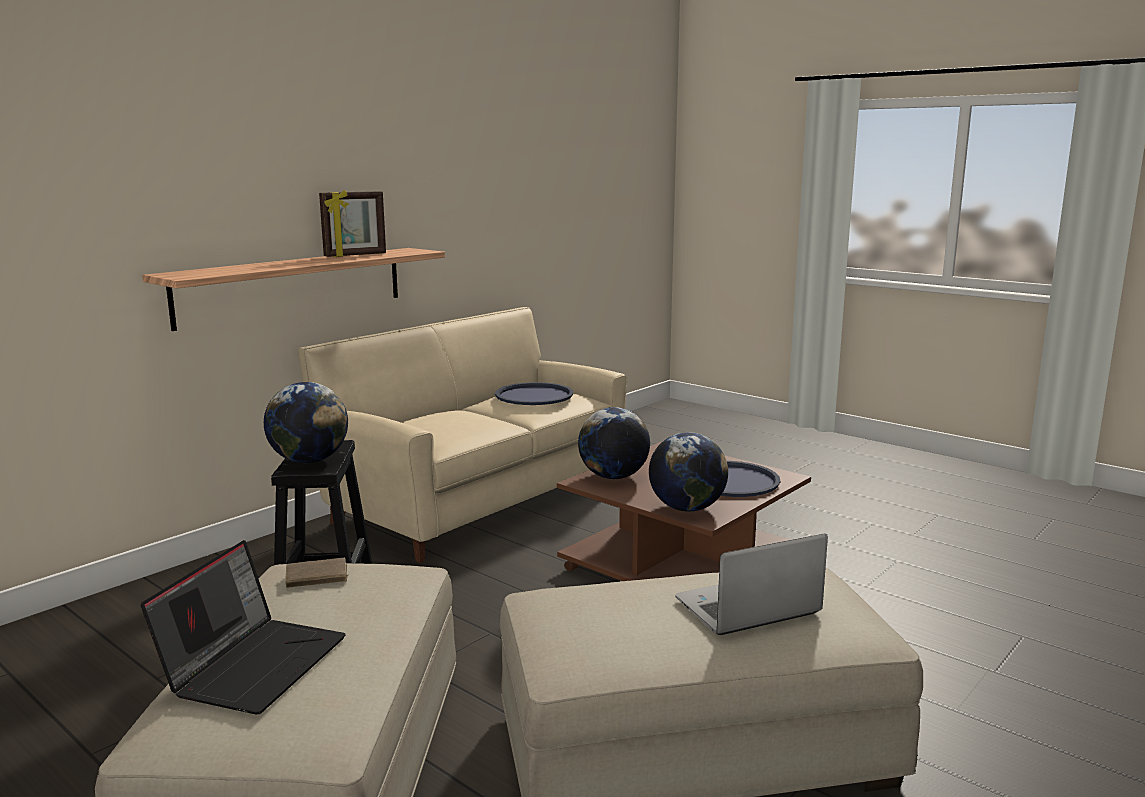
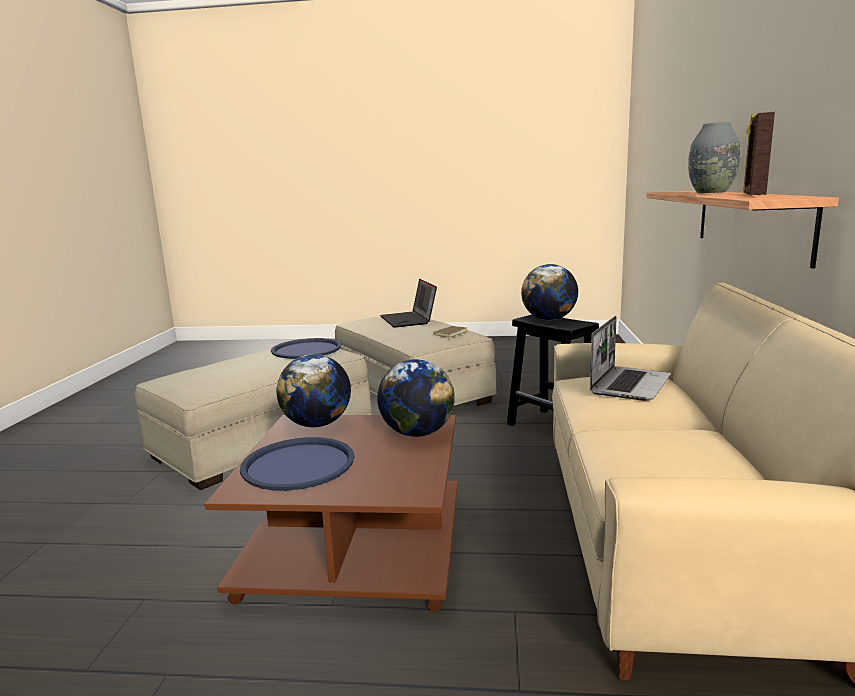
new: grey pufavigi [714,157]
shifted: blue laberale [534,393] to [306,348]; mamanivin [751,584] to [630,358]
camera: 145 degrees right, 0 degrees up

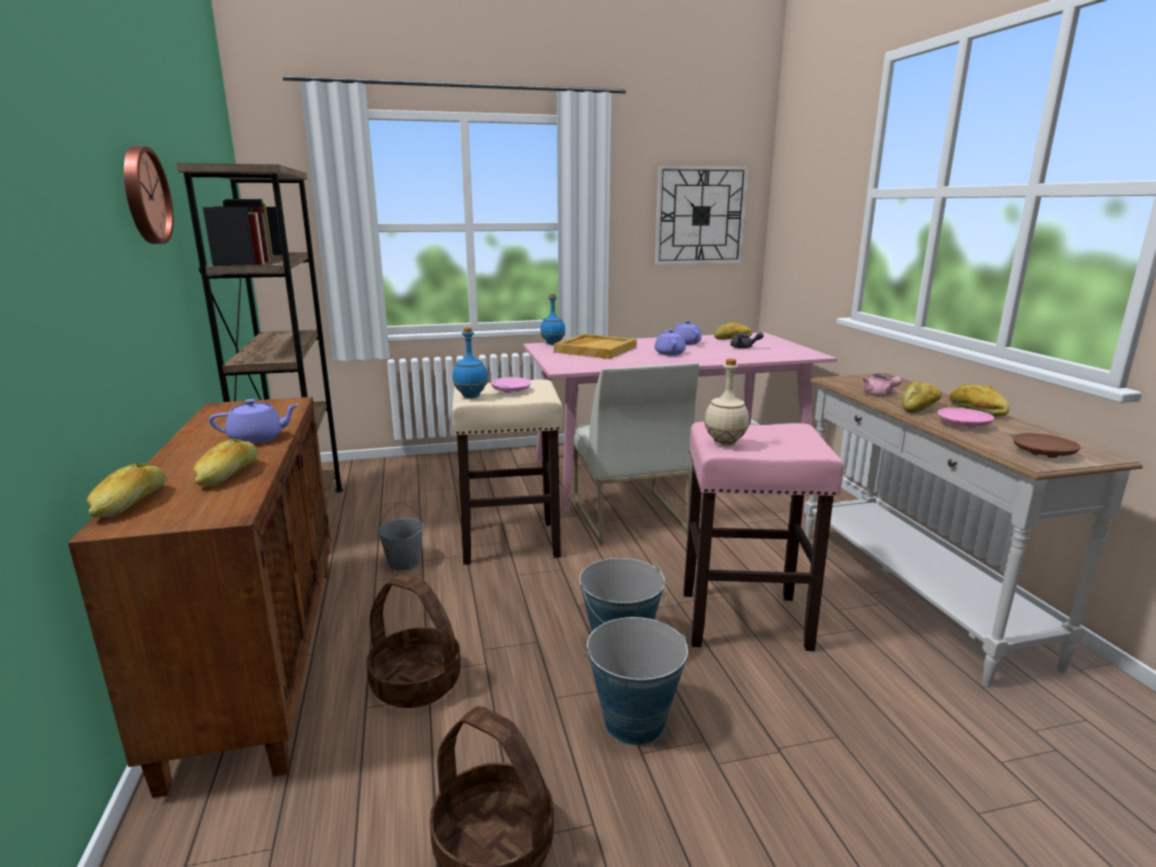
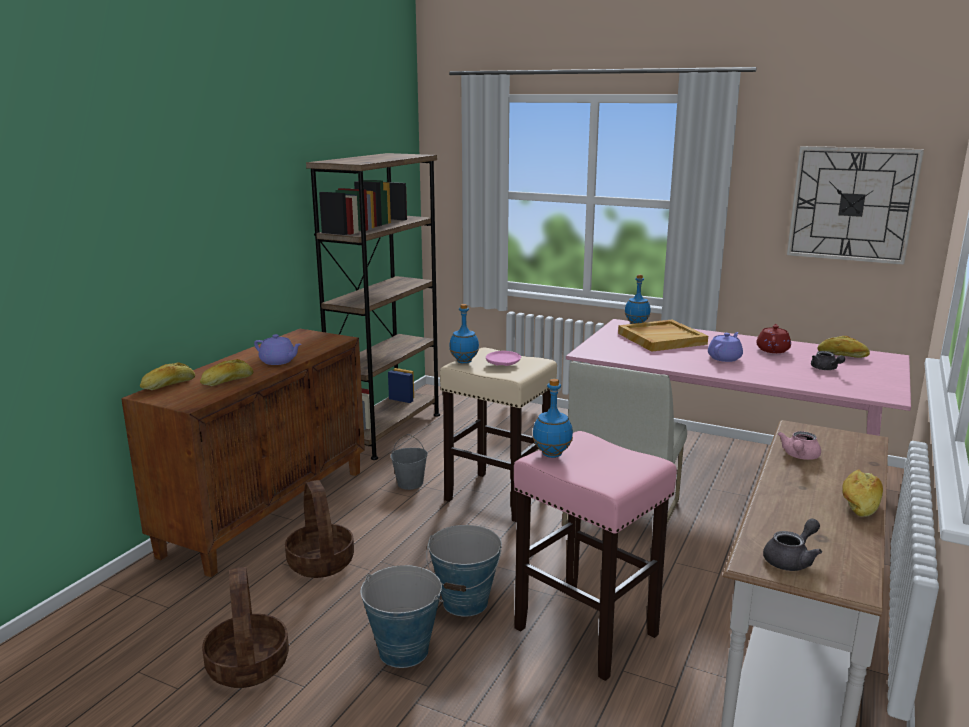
gone: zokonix [148,195]; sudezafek [922,397]; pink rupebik [966,418]
swapped: brown rupebik [1047,445] to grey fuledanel [792,545]
repainted: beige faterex [726,402] to blue faterex [552,418]; purple fuledanel [687,333] to red fuledanel [773,338]
camera: 40 degrees right, 0 degrees up

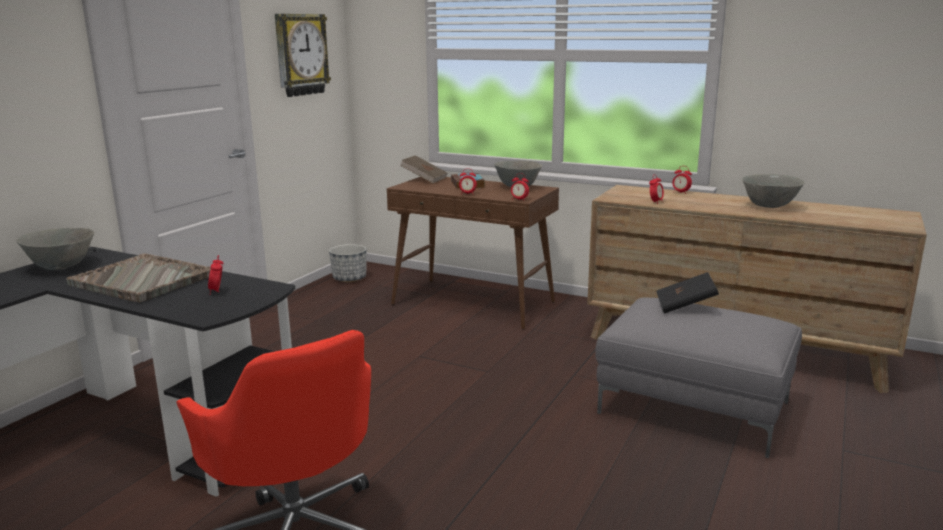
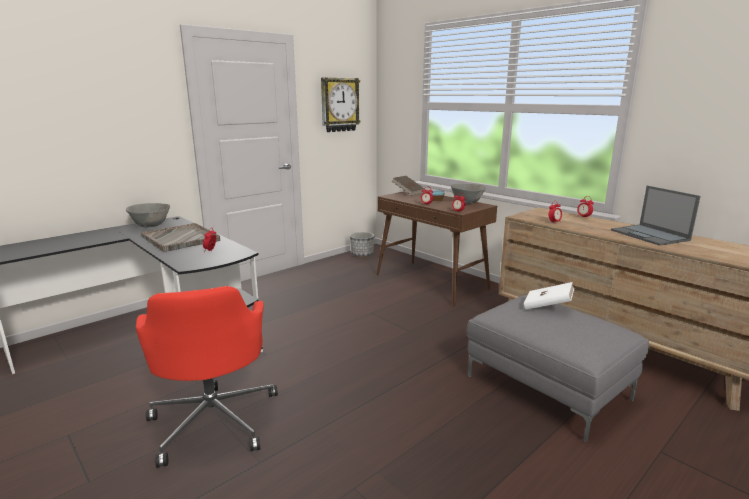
swapped: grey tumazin [773,191] to mamanivin [656,216]
repainted: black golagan [687,293] to white golagan [549,296]
camera: 20 degrees right, 0 degrees up

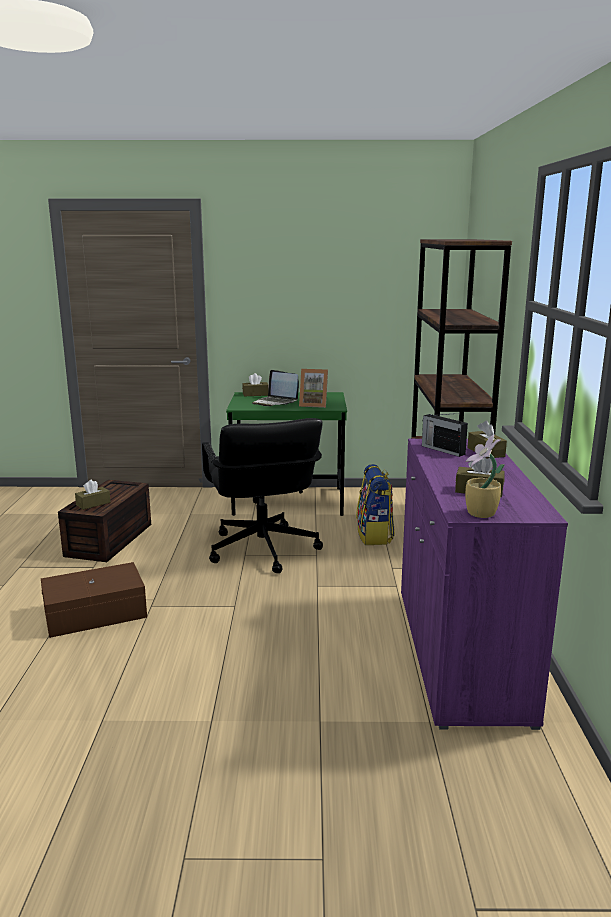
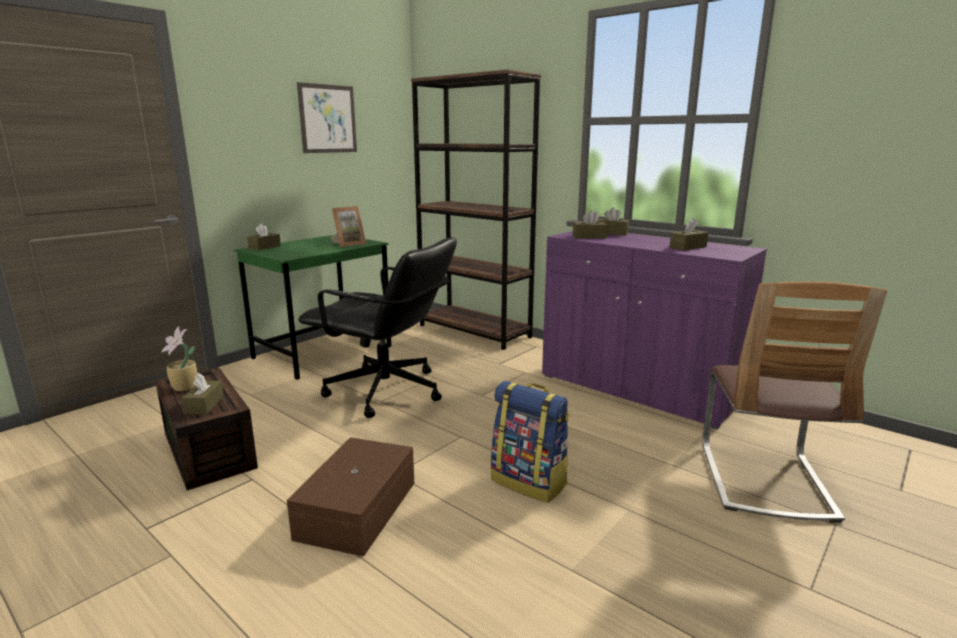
gone: mamanivin [275,388]
new: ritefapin [327,117]; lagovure [795,402]
shifted: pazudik [485,476] to [179,359]; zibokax [375,504] to [530,442]
swapped: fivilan [445,435] to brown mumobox [590,224]
camera: 50 degrees left, 0 degrees up

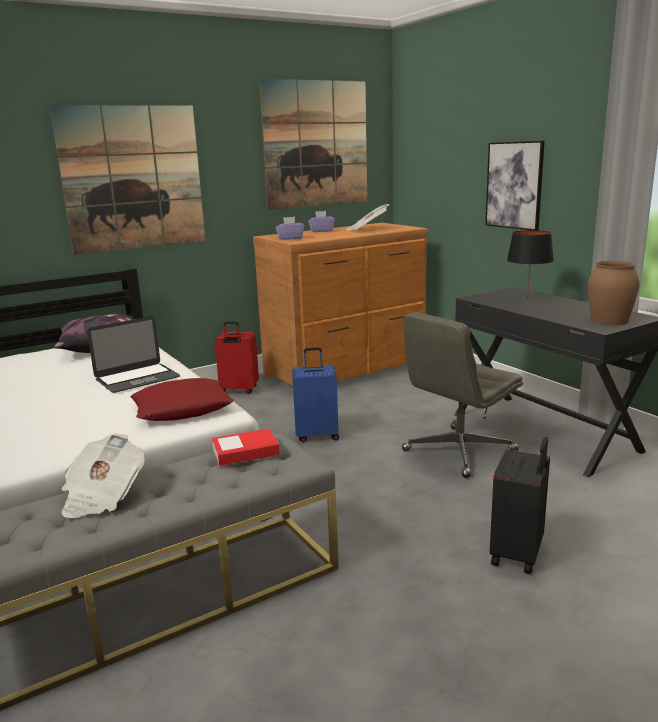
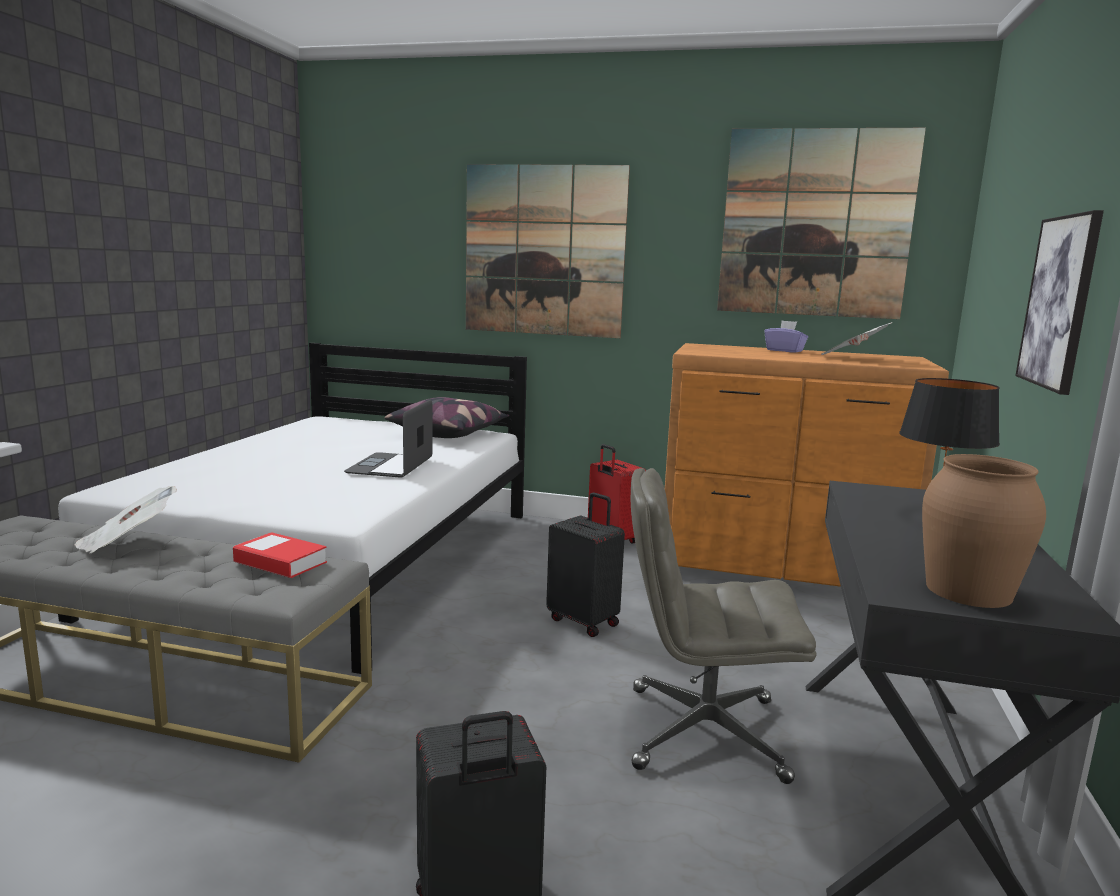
gone: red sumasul [182,399]; purple mumobox [290,228]
repainted: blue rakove [315,394] to black rakove [585,565]
rotated: mamanivin [133,354] = [388,438] 90 degrees clockwise
camera: 45 degrees right, 5 degrees down

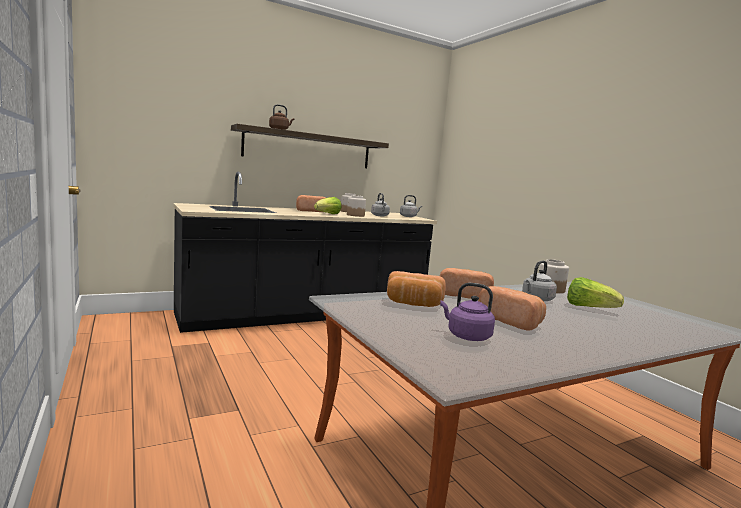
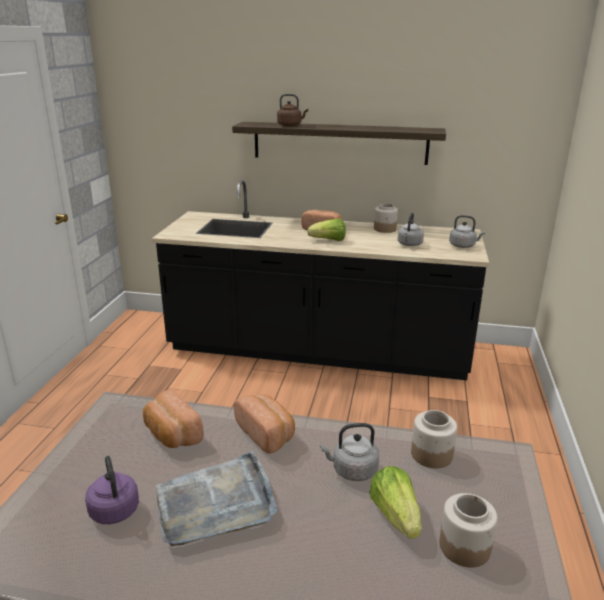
shifted: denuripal [356,206] to [468,530]
swapped: sudezafek [512,308] to grey laberale [216,498]
camera: 40 degrees right, 15 degrees up

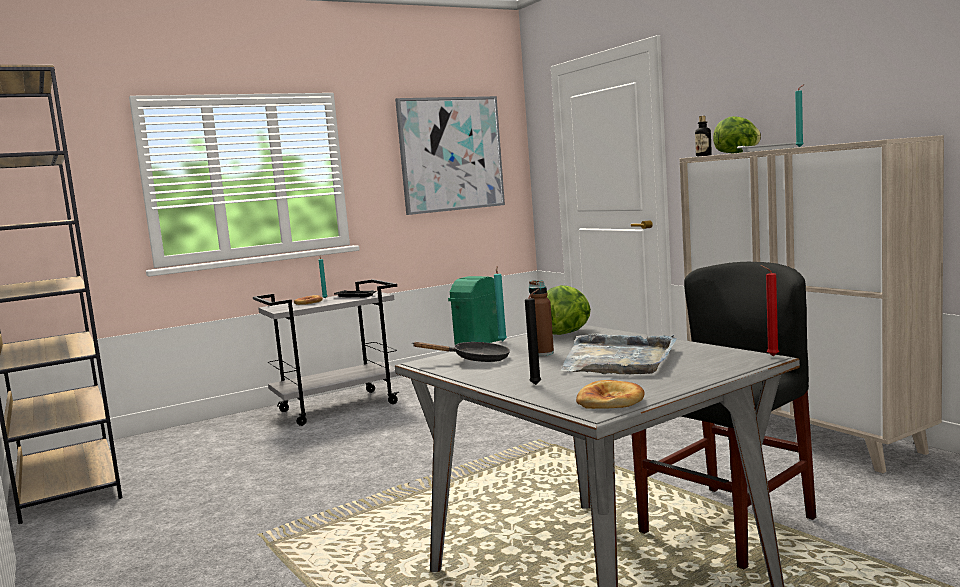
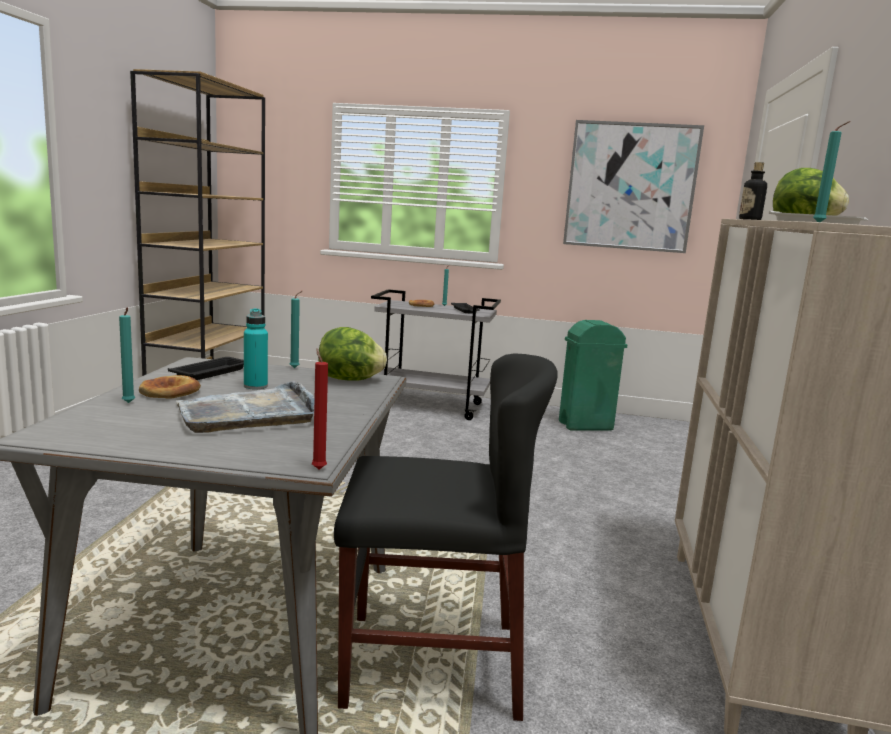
shifted: sudezafek [610,394] to [170,387]
swapped: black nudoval [461,352] to black laberale [206,368]
repainted: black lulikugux [533,337] to turquoise lulikugux [127,355]; brown faterex [541,318] to turquoise faterex [256,348]
camera: 40 degrees right, 5 degrees up

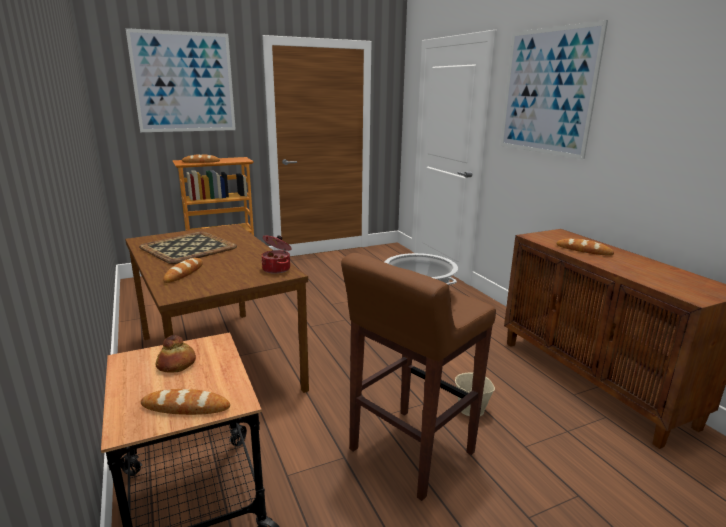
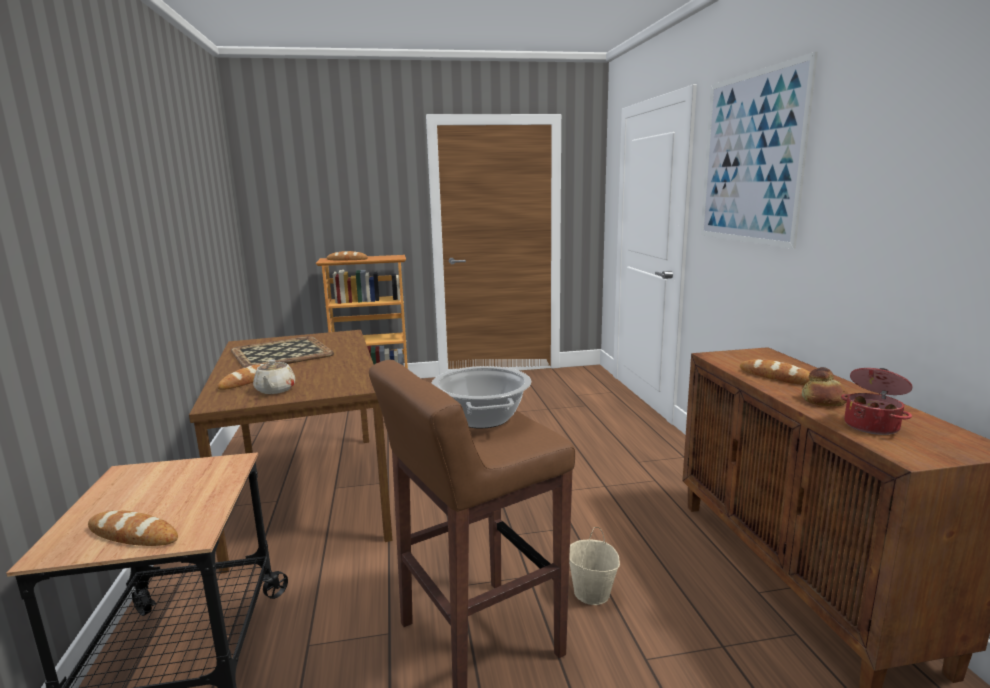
gone: ritefapin [180,80]
new: beige fuledanel [274,377]
shifted: sudezafek [176,353] to [825,386]; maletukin [276,254] to [877,401]
camera: 15 degrees right, 5 degrees down

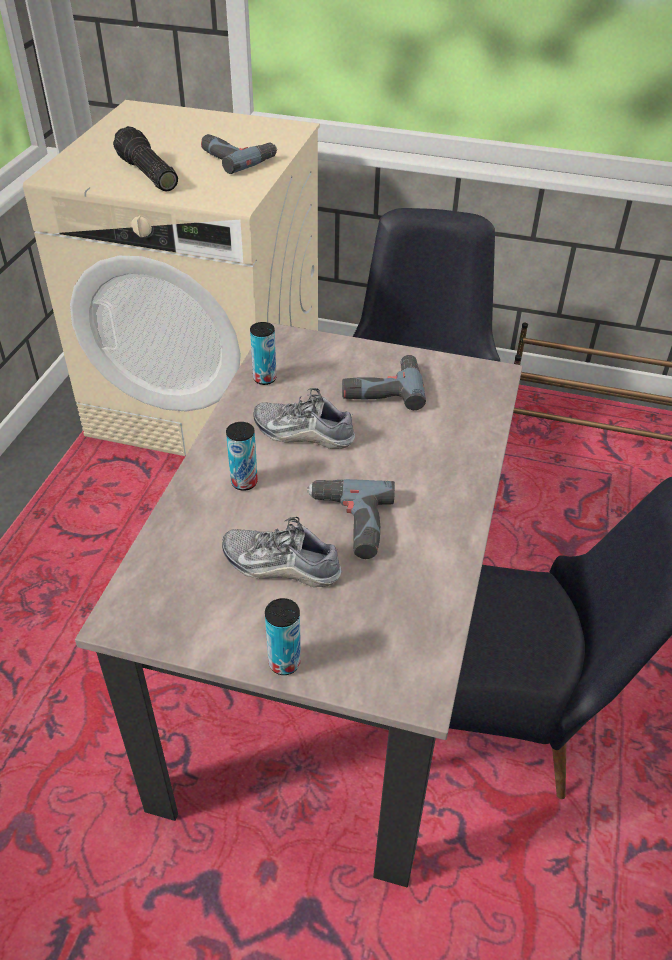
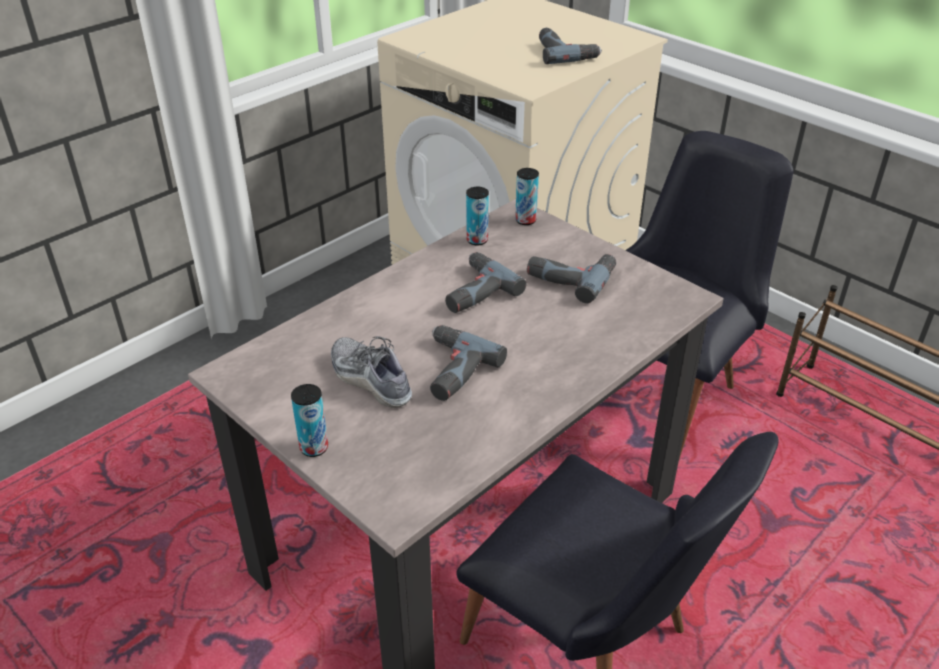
gone: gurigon [145,159]
shifted: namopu [242,456] to [527,196]
swapped: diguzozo [304,418] to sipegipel [486,282]
camera: 30 degrees right, 5 degrees down

